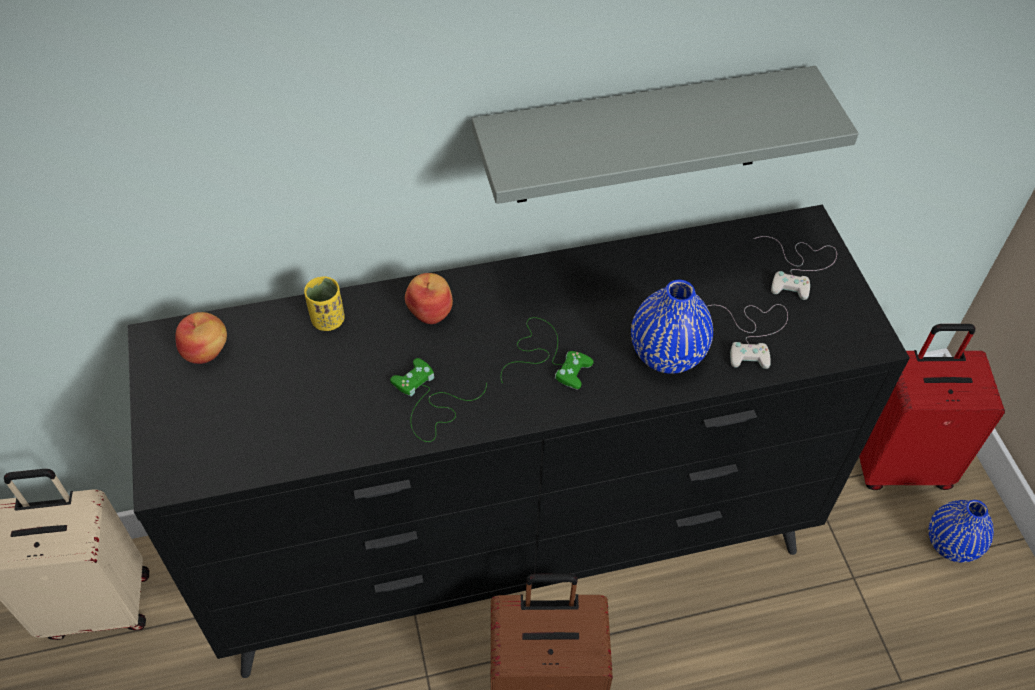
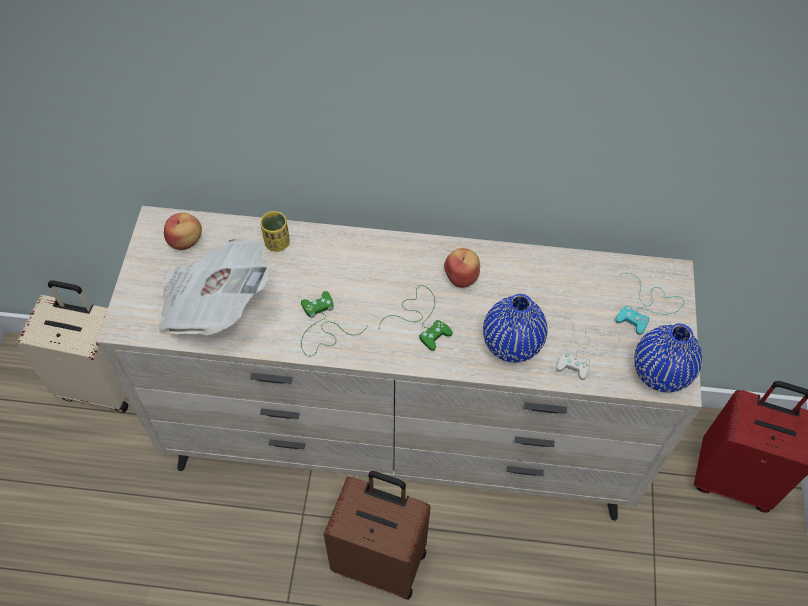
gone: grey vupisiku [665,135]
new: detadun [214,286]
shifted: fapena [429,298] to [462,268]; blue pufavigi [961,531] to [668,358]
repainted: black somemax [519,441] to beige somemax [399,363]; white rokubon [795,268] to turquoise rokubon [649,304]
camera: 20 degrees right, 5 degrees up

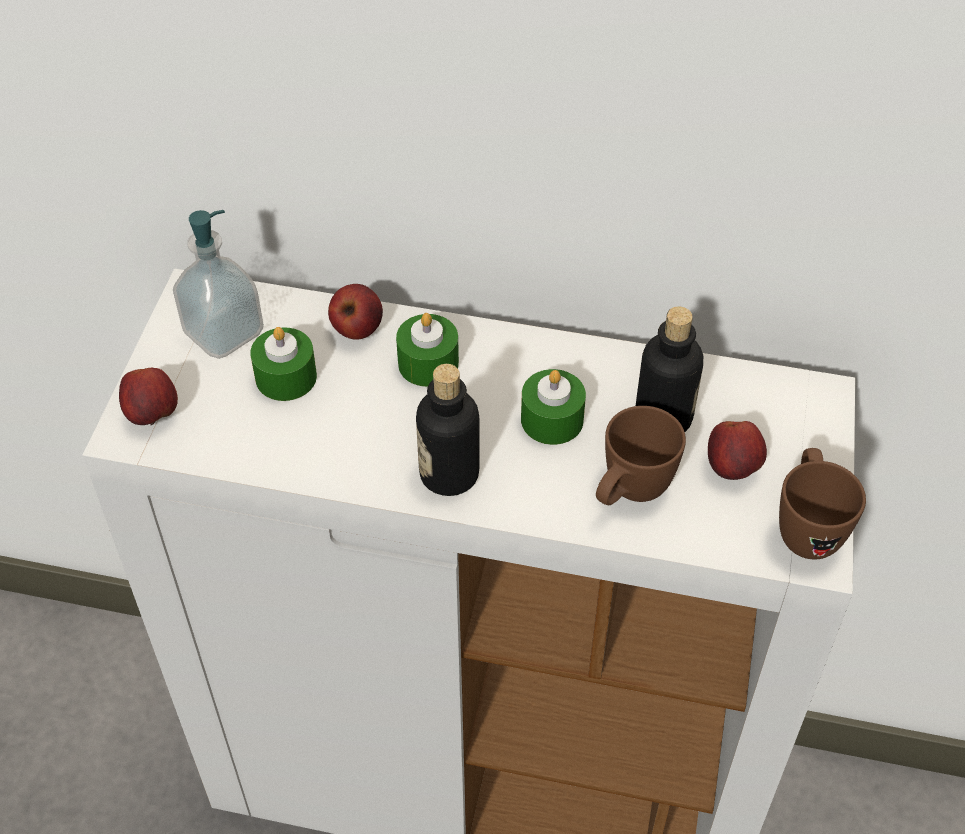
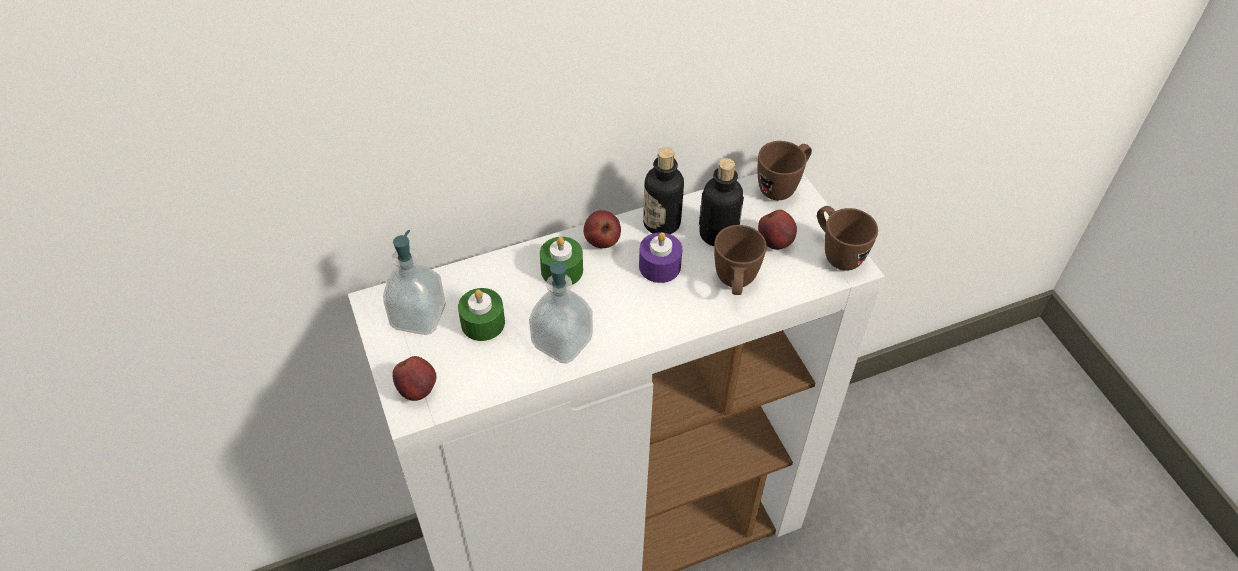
new: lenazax [561,313]; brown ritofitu [785,170]
shifted: fapena [355,312] to [602,229]; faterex [448,430] to [663,190]
repainted: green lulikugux [553,407] to purple lulikugux [660,257]
camera: 35 degrees left, 0 degrees up

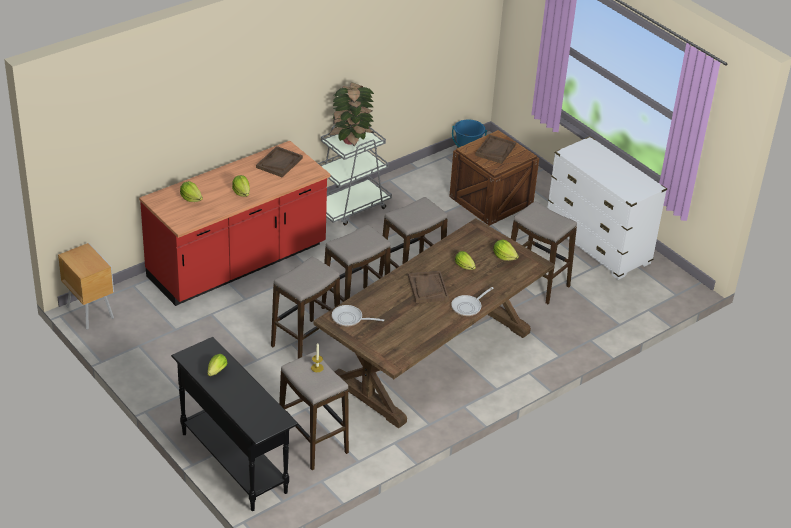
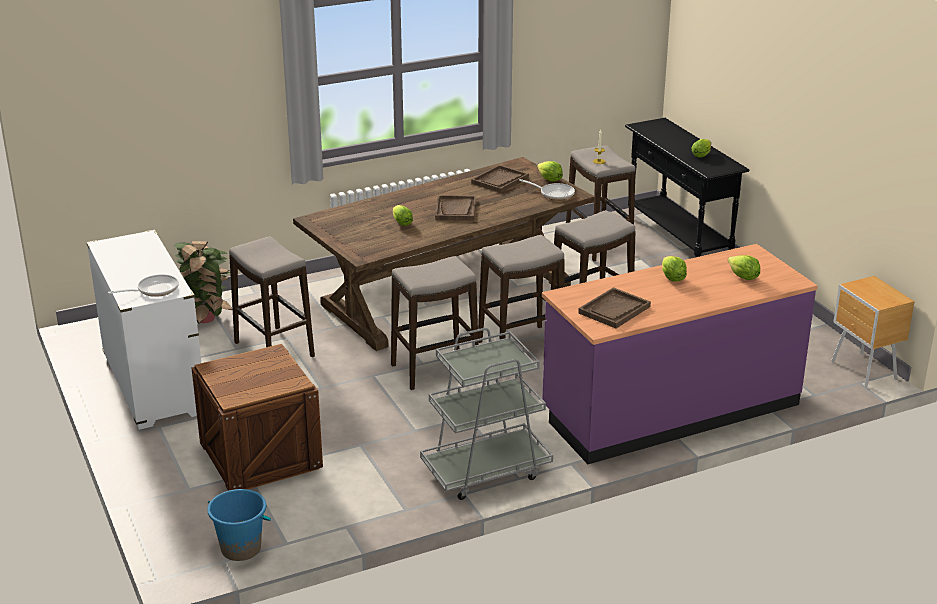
shifted: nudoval [472,301] to [143,285]; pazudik [351,114] to [203,282]; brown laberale [495,149] to [500,179]; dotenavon [506,250] to [550,171]
repainted: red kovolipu [234,223] to purple kovolipu [680,354]
camera: 165 degrees left, 10 degrees down

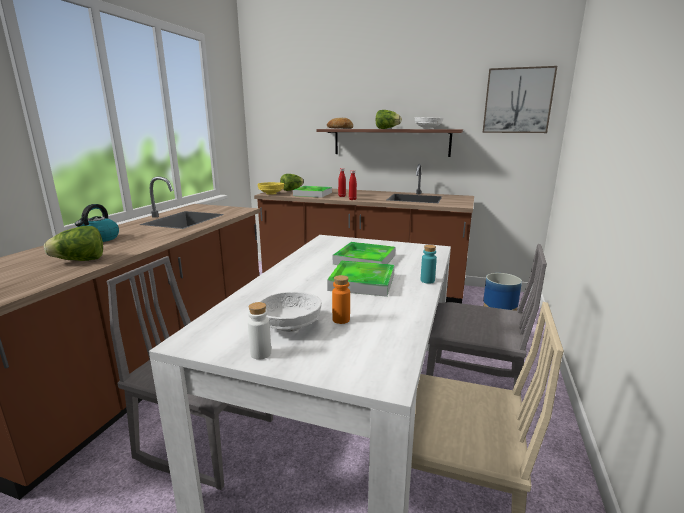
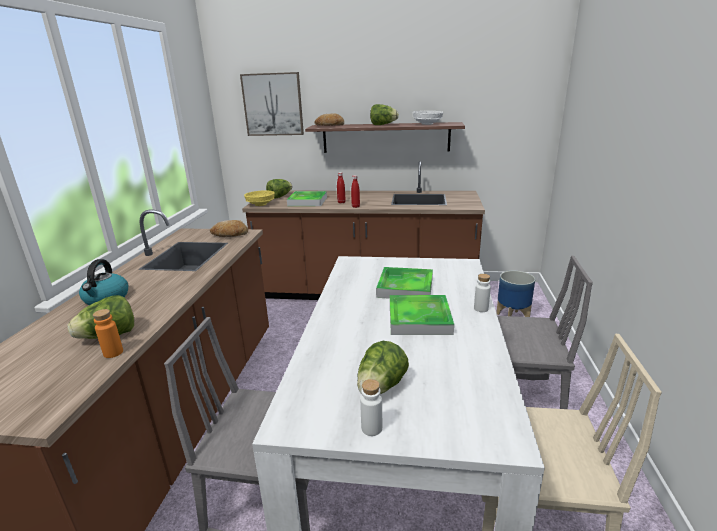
new: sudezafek [229,228]
shifted: orange faterex [341,299] to [108,333]; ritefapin [519,99] to [272,104]
swapped: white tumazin [290,312] to dotenavon [383,367]
repainted: turquoise faterex [429,264] to white faterex [482,293]
camera: 10 degrees left, 5 degrees up

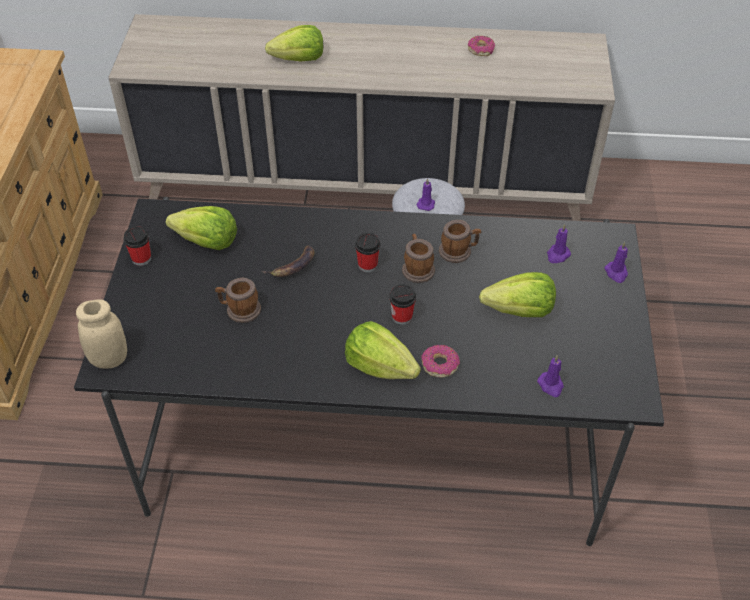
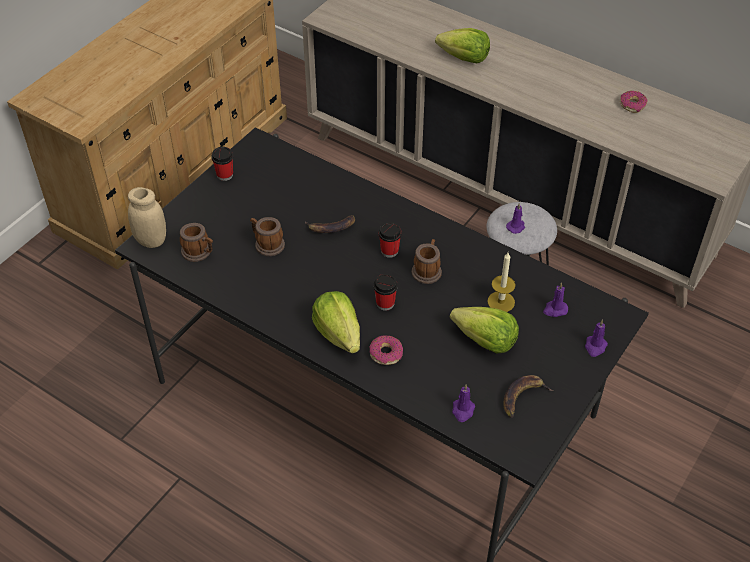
gone: dotenavon [201,228]
new: lulikugux [501,282]; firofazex [528,396]
shifted: ritofitu [460,241] to [196,242]
camera: 30 degrees right, 0 degrees up

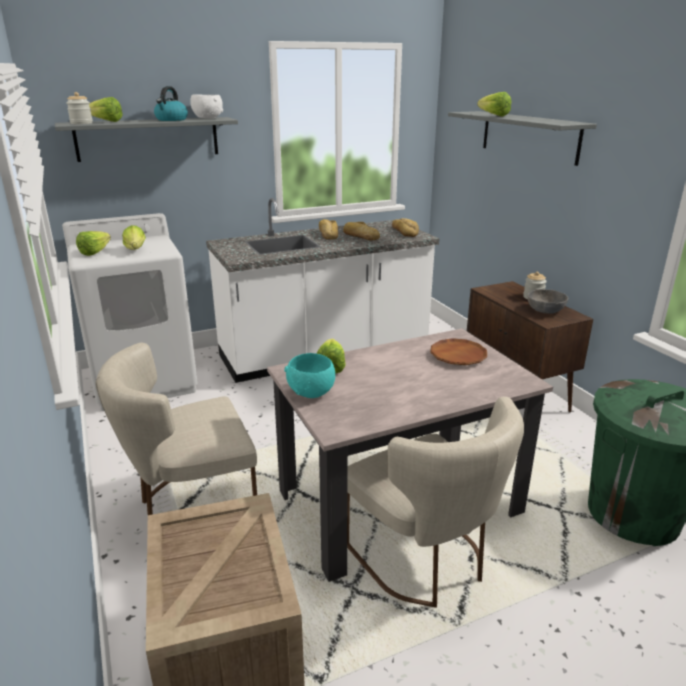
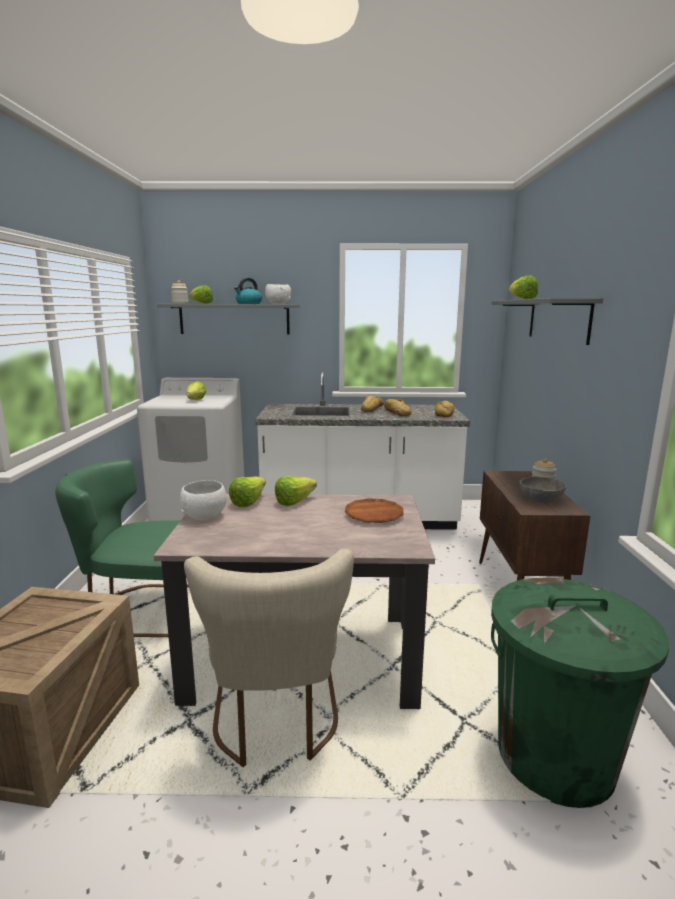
shifted: dotenavon [93,243] to [296,491]
repainted: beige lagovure [176,429] to green lagovure [122,548]; turquoise tumazin [309,375] to white tumazin [203,500]
camera: 25 degrees right, 10 degrees down

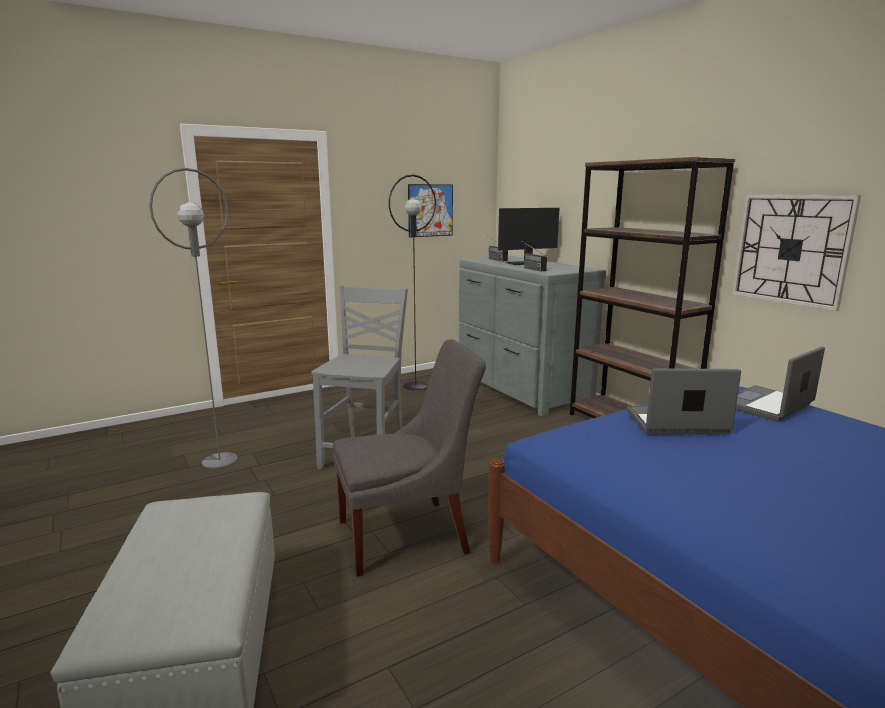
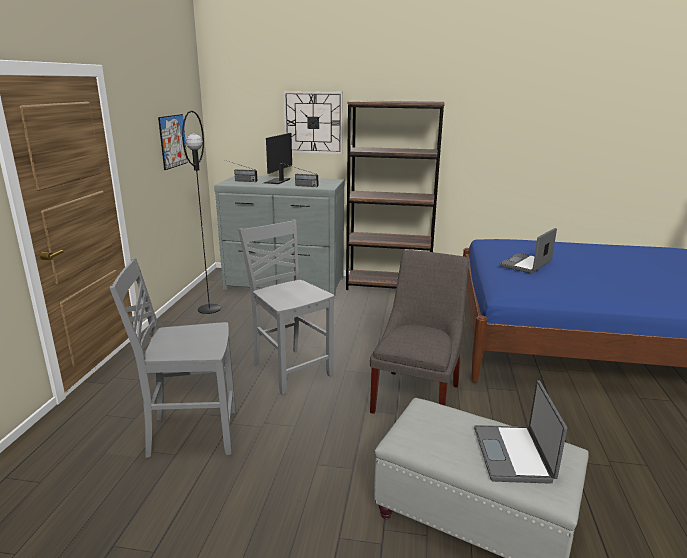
shifted: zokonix [796,252] to [313,122]; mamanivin [780,383] to [520,432]
swapped: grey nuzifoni [193,318] to grey lagovure [173,358]
camera: 50 degrees left, 5 degrees up

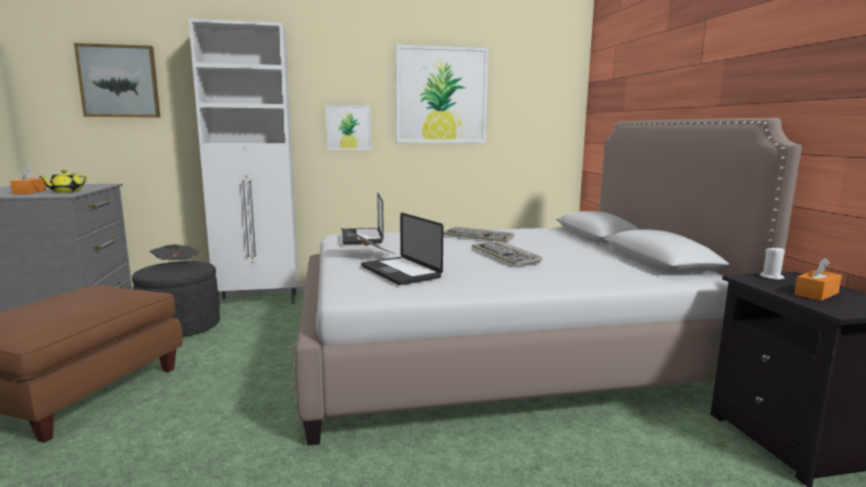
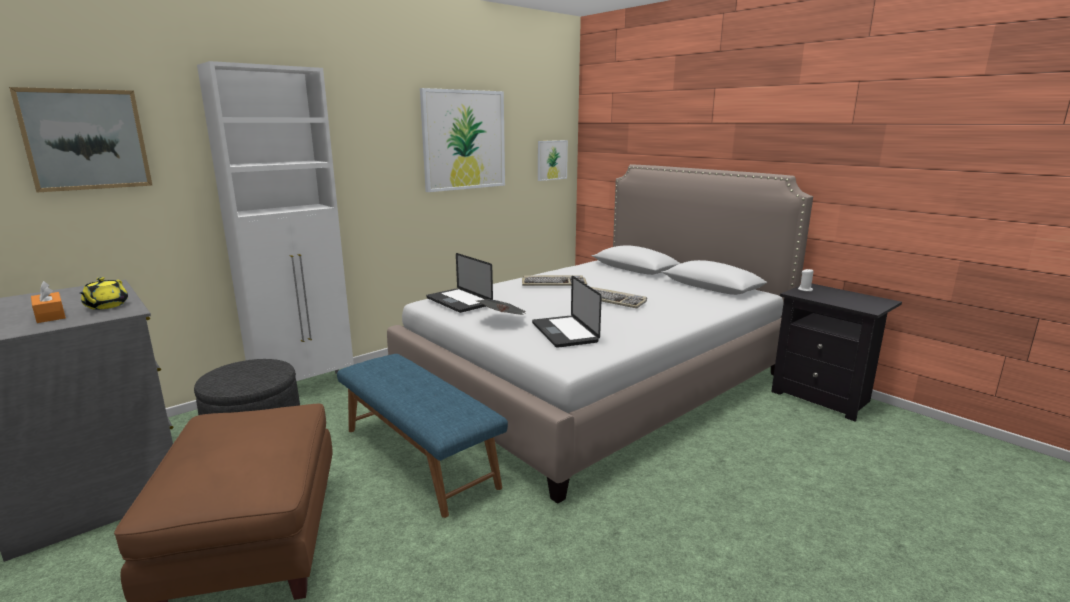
gone: detadun [174,252]; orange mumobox [818,279]
new: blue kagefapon [422,436]
shifted: ritefapin [348,127] to [553,160]
rotated: mamanivin [402,249] = [567,312] 45 degrees clockwise
camera: 30 degrees left, 5 degrees up

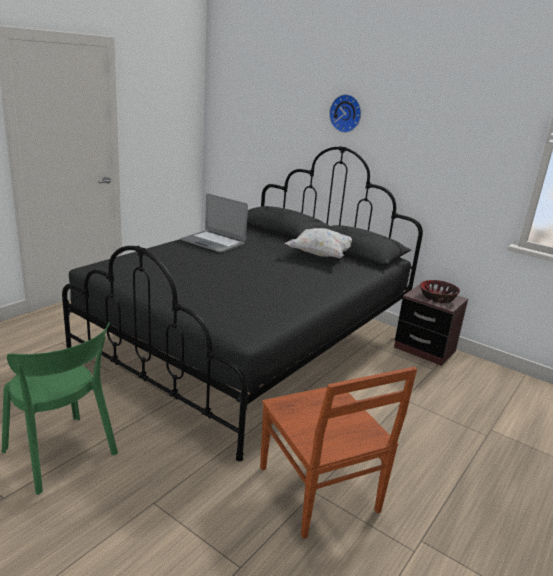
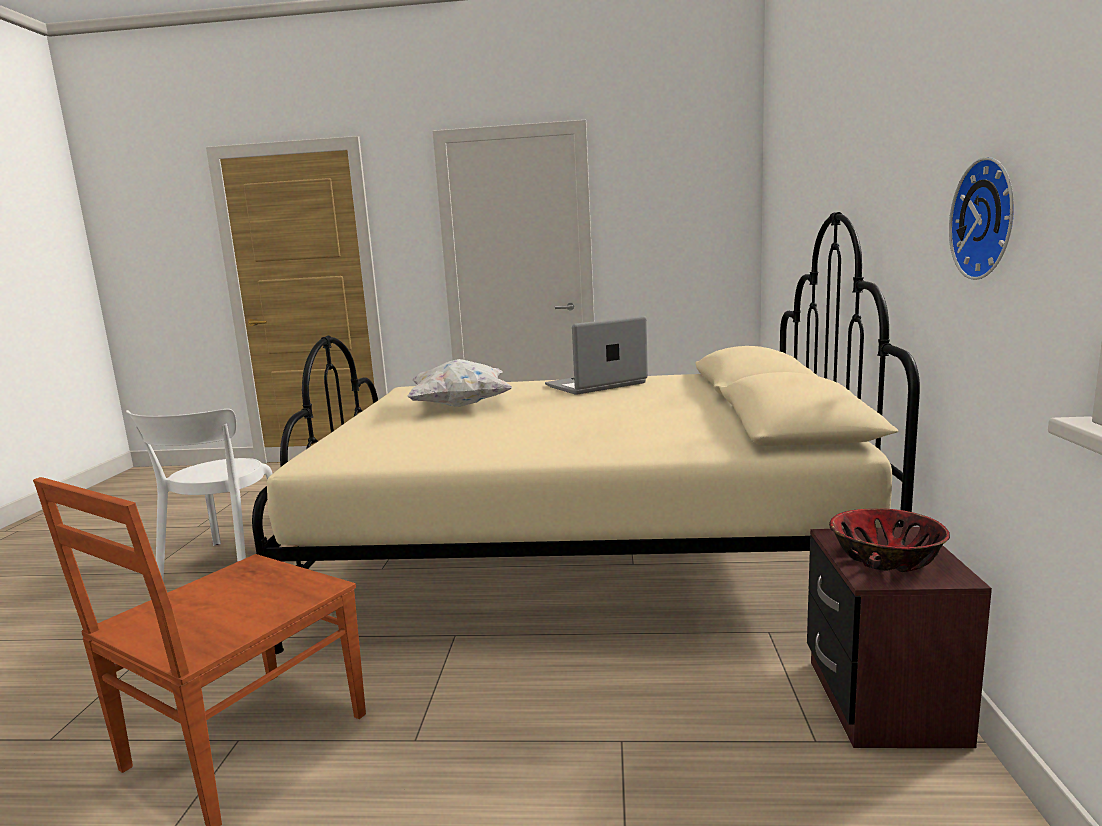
shifted: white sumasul [318,243] to [459,383]; zokonix [345,113] to [981,218]
repainted: green lagovure [60,408] to white lagovure [199,494]; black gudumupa [242,303] to beige gudumupa [586,433]
rotated: mamanivin [214,223] = [596,355] 60 degrees clockwise
camera: 60 degrees right, 10 degrees down

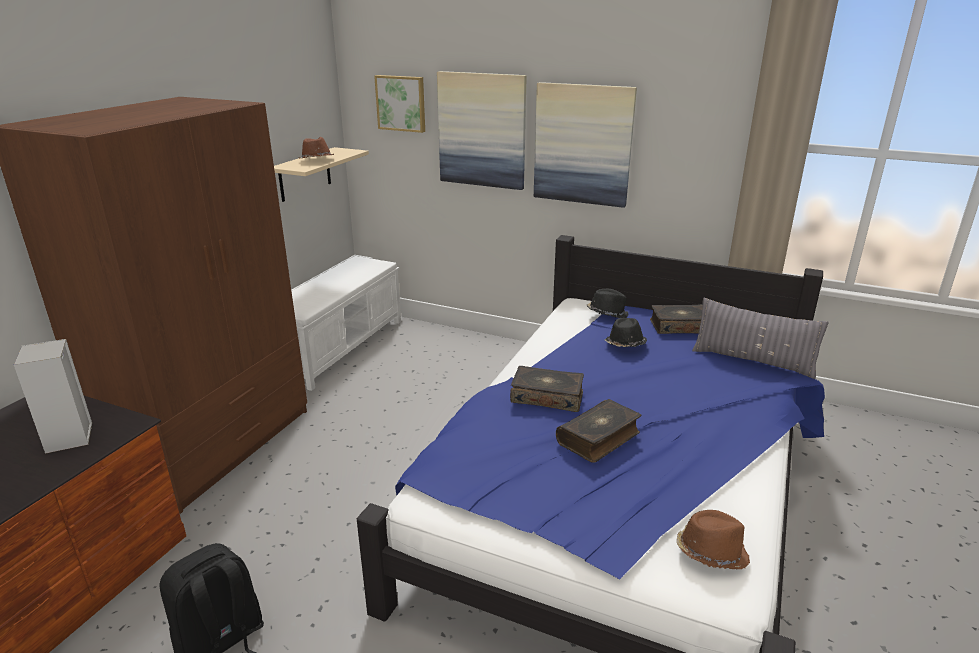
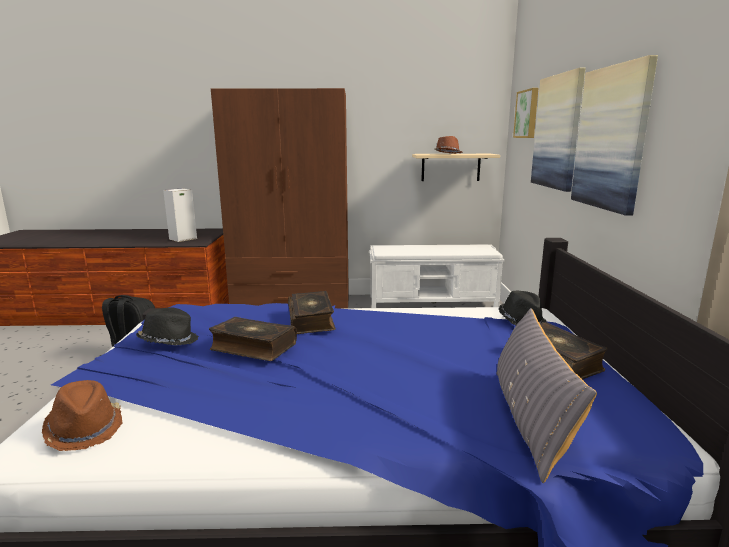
shifted: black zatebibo [625,332] to [167,326]
camera: 65 degrees right, 10 degrees down

